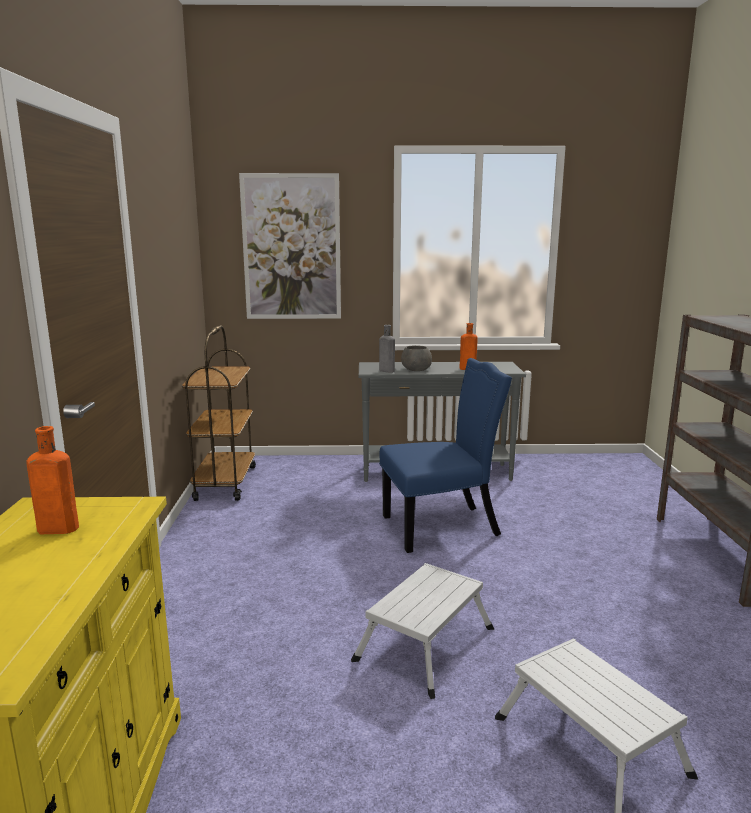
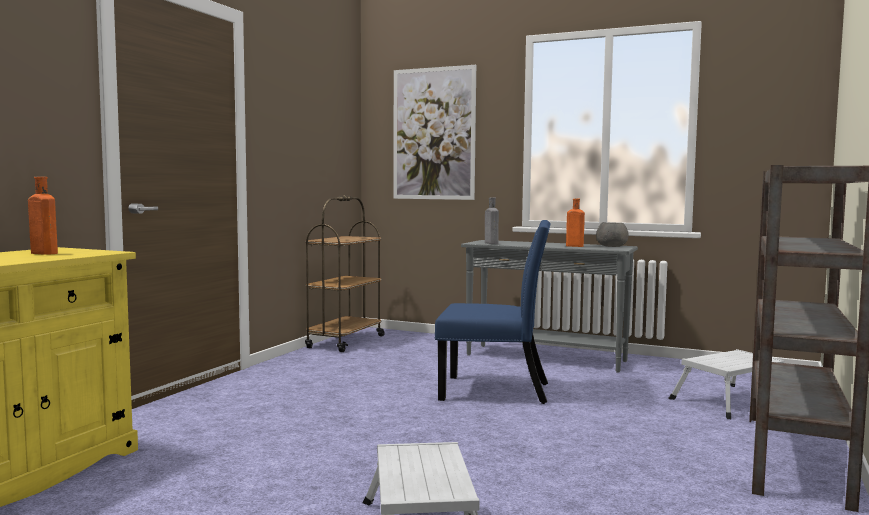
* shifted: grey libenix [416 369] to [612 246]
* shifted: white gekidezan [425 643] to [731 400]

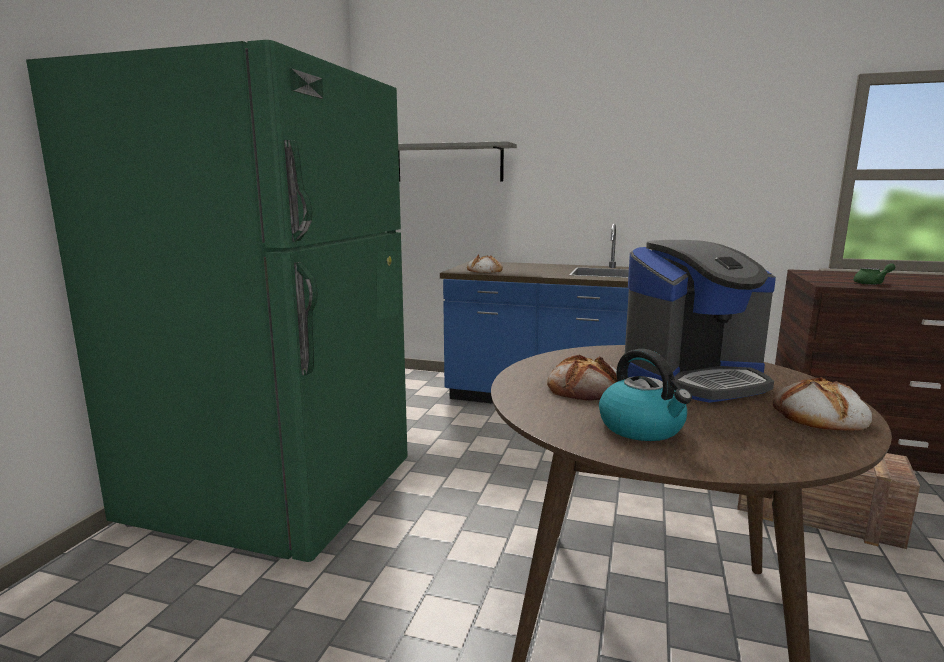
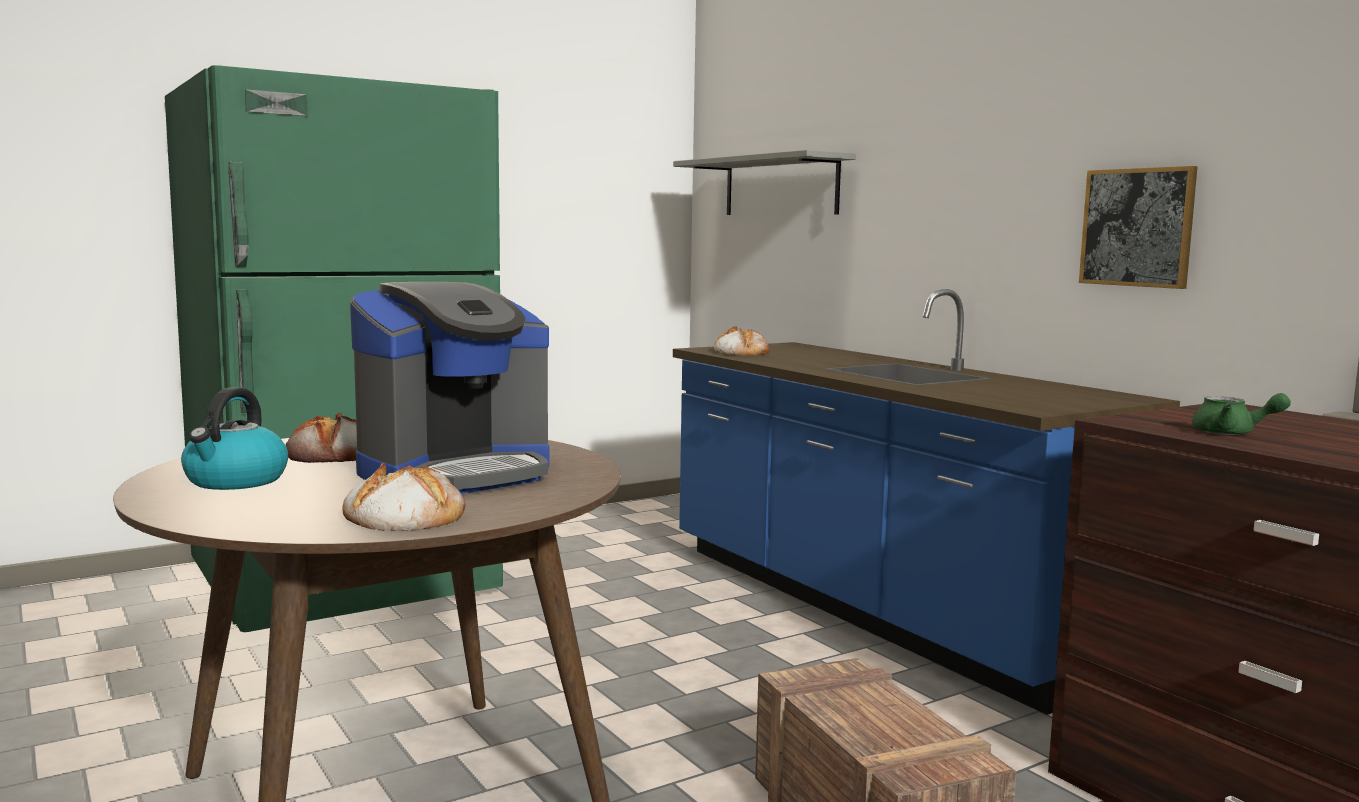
* rotated: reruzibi [693 379] = [456 472] 60 degrees counterclockwise
* new: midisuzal [1137 227]

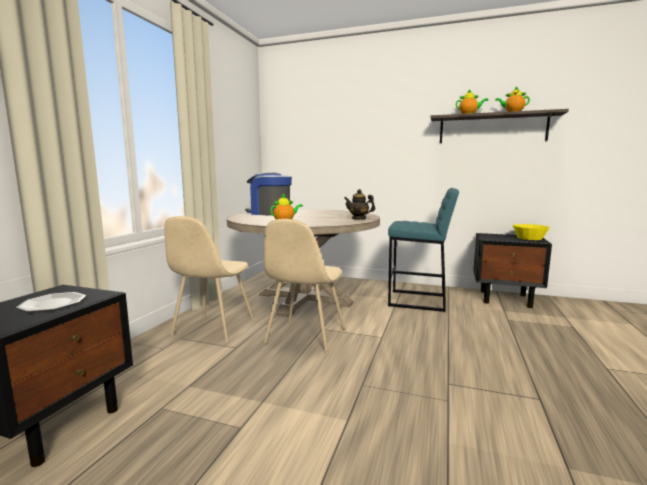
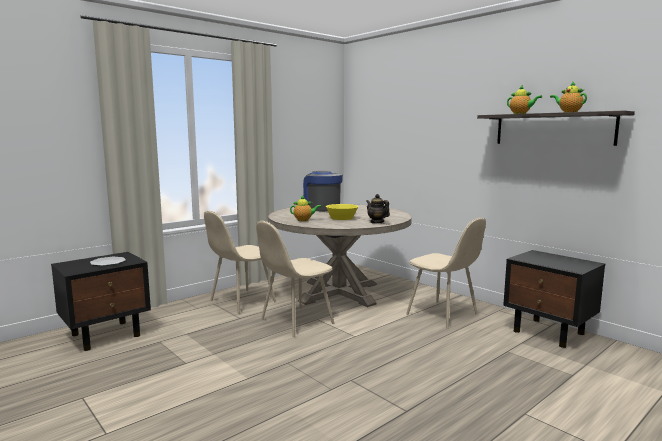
* swapped: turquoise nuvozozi [419 301] to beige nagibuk [443 315]
* shifted: yellow libenix [530 238] to [342 218]

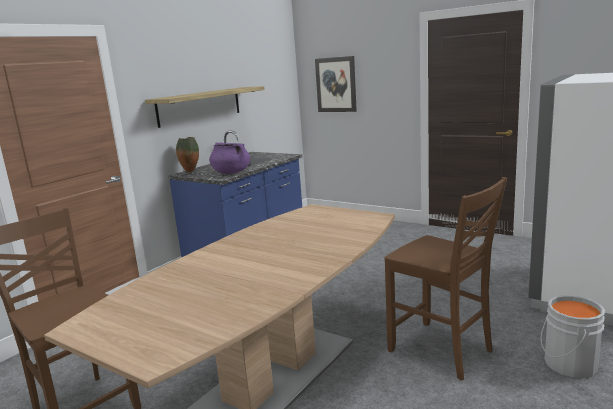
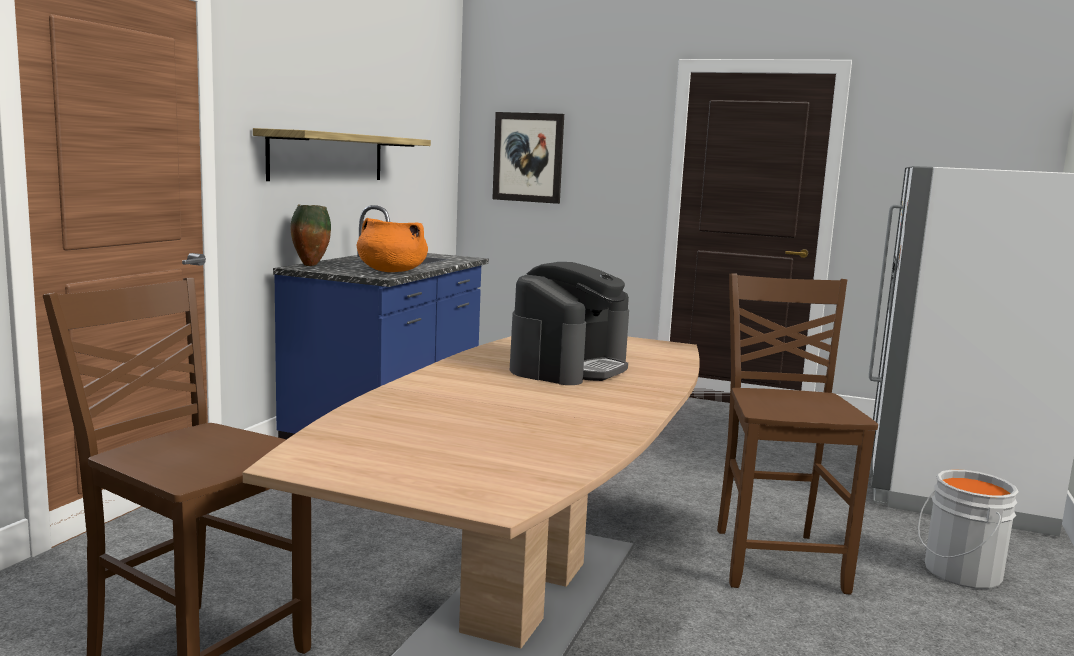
* repainted: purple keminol [231 172] to orange keminol [391 271]
* rotated: brown nagibuk [442 351] = [776 559] 120 degrees counterclockwise
* new: reruzibi [569 367]

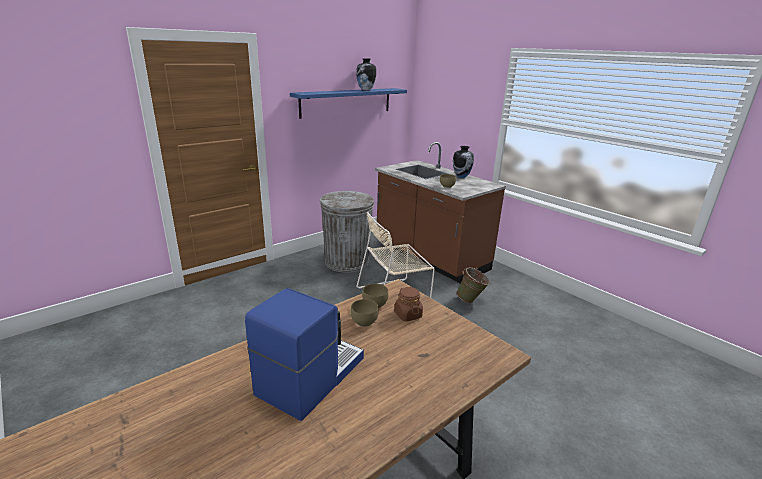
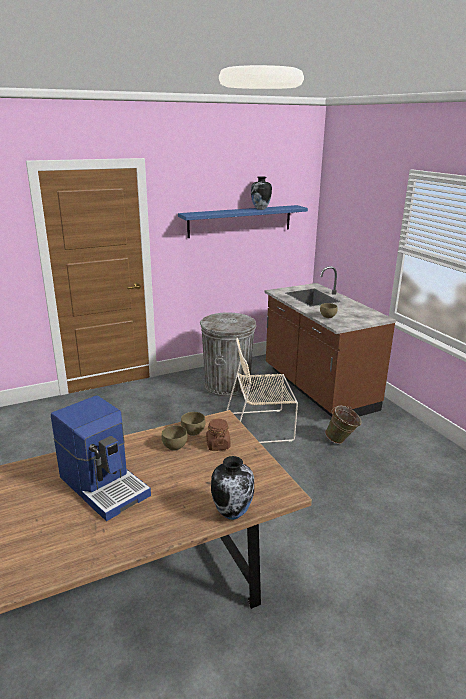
* shifted: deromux [461 176] to [233 513]
* rotated: reruzibi [309 376] = [105 485] 90 degrees clockwise

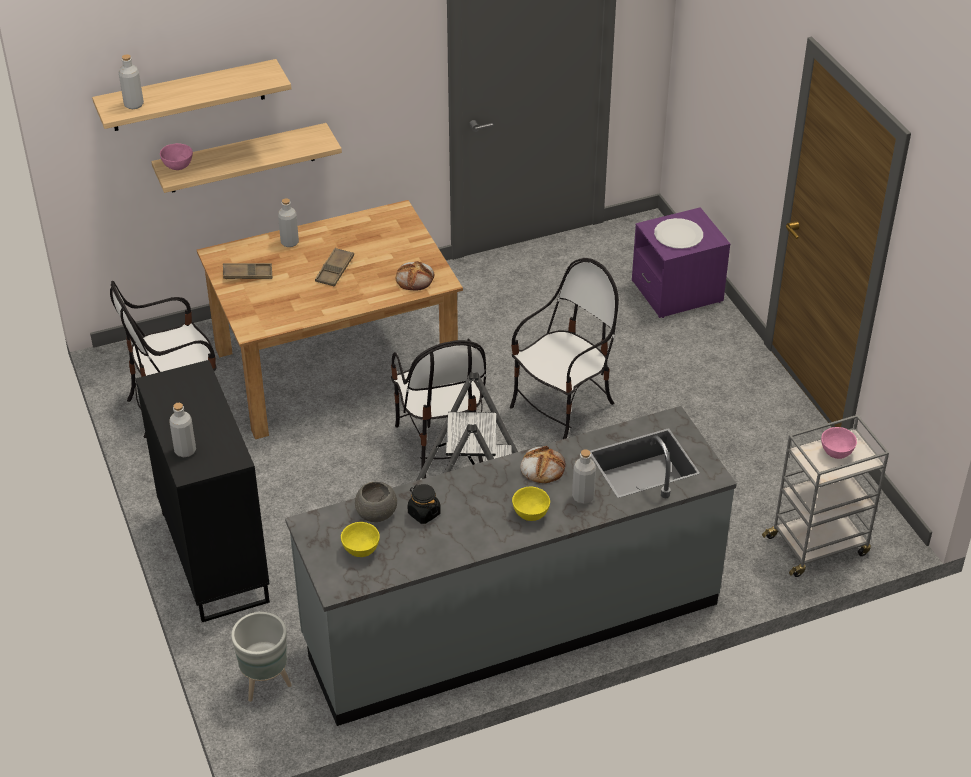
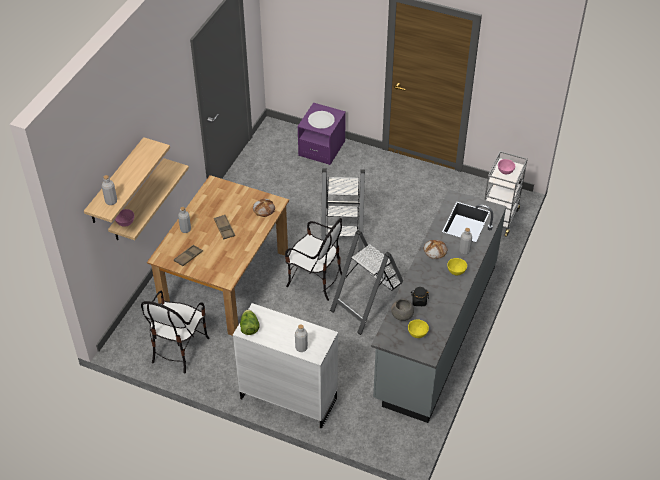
* swapped: nagibuk [563 409] to grey gekidezan [342 230]
* repainted: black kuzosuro [213 556] to white kuzosuro [288 399]
* gone: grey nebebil [265 684]
* new: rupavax [249 327]

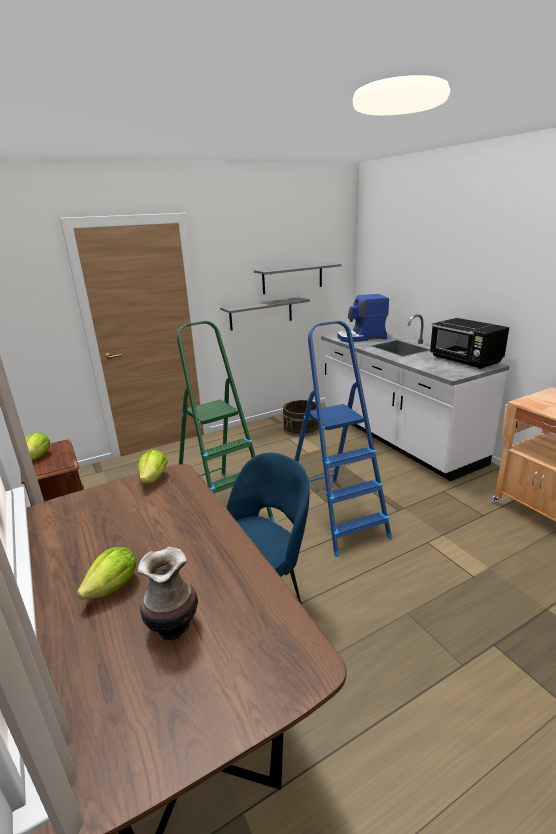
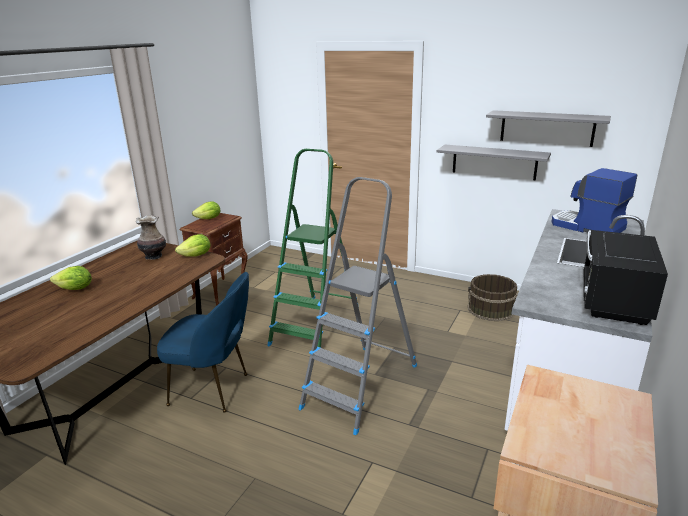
* repainted: blue gekidezan [335 514] to grey gekidezan [360 386]
* shifted: deromux [172 626] to [153 256]

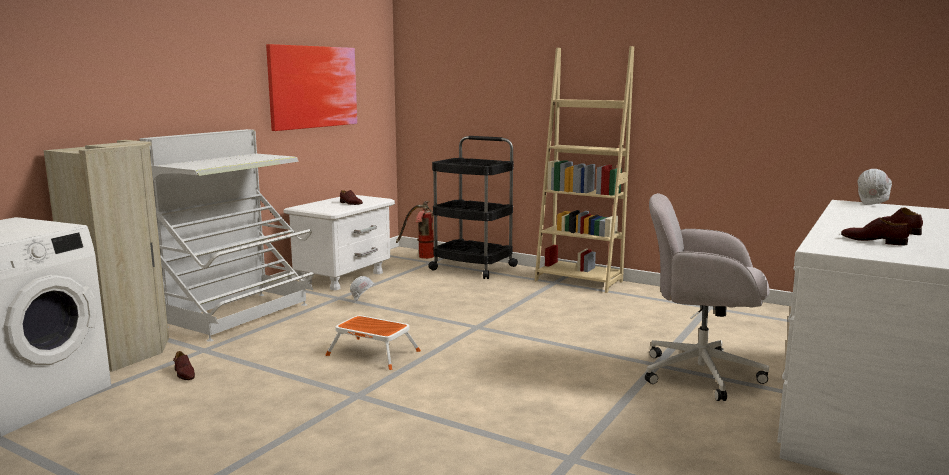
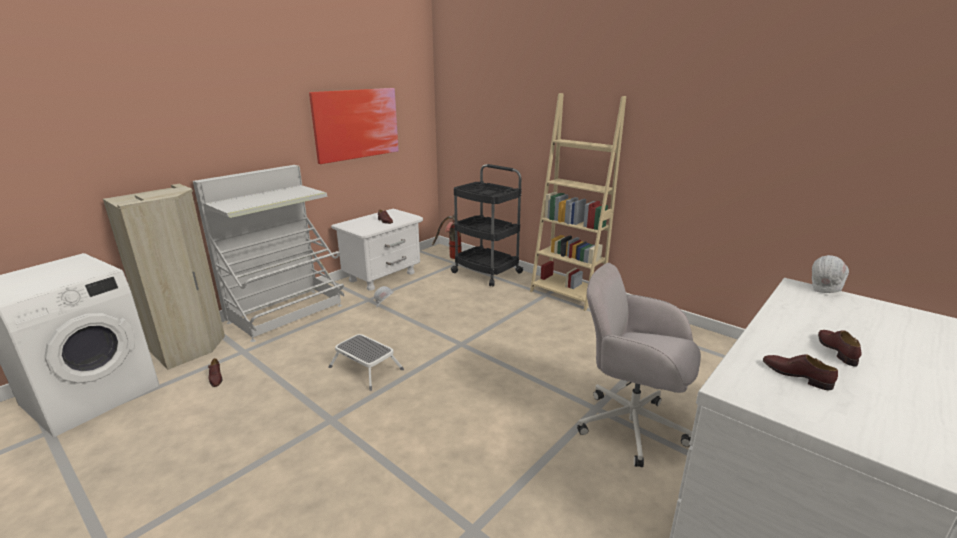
* repainted: orange gekidezan [373 353] to grey gekidezan [365 368]

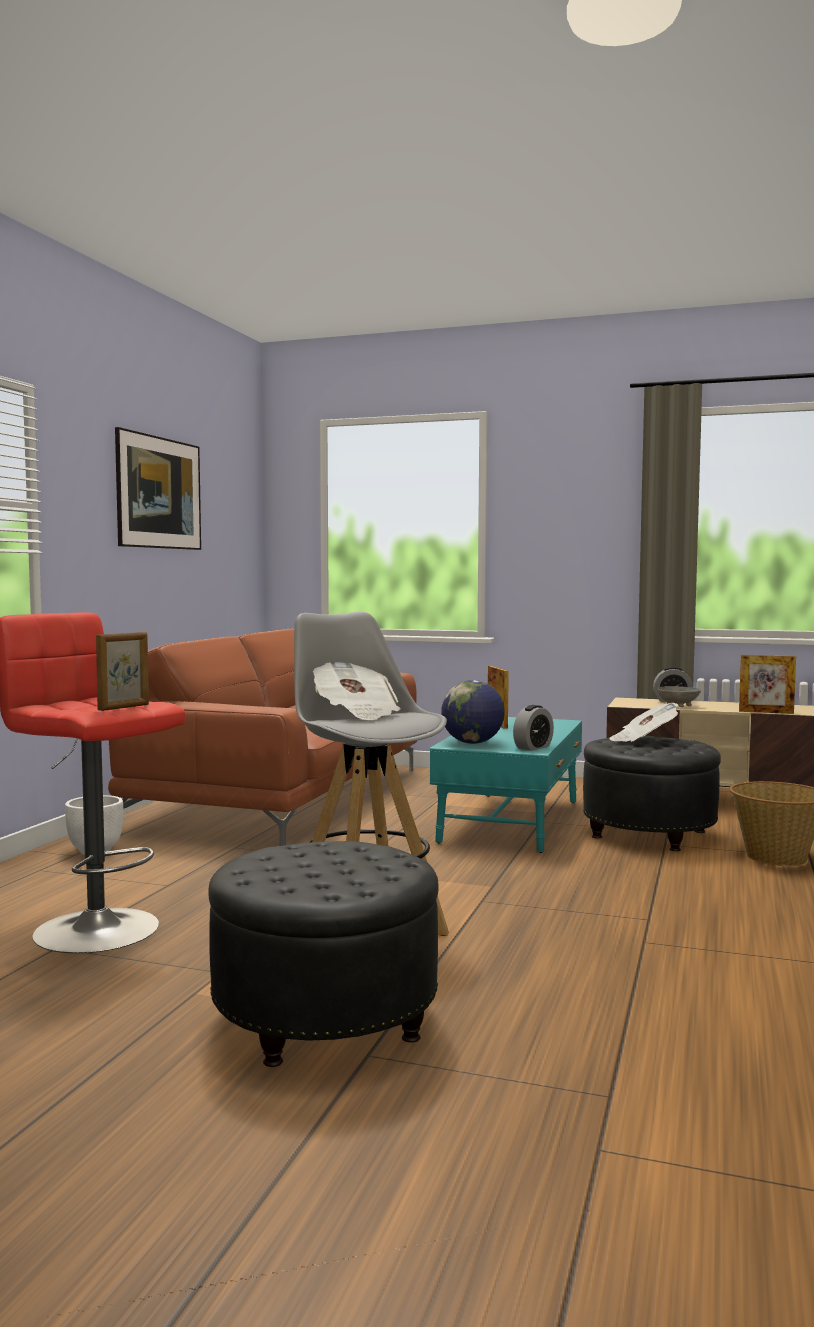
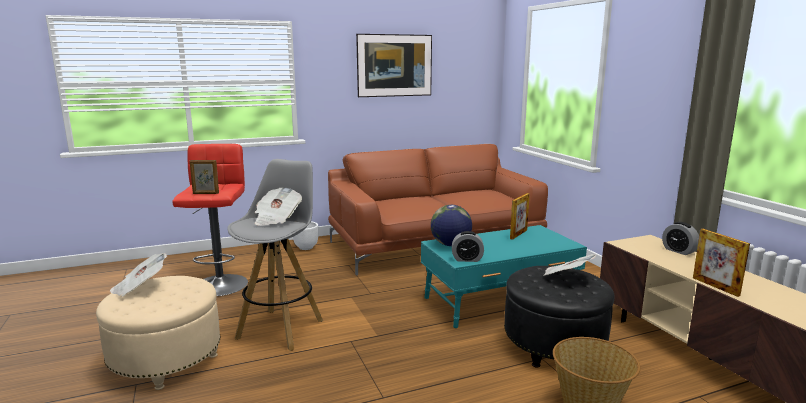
* gone: grey libenix [677 706]
* repainted: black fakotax [325 1019] to beige fakotax [166 361]
* new: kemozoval [140 288]

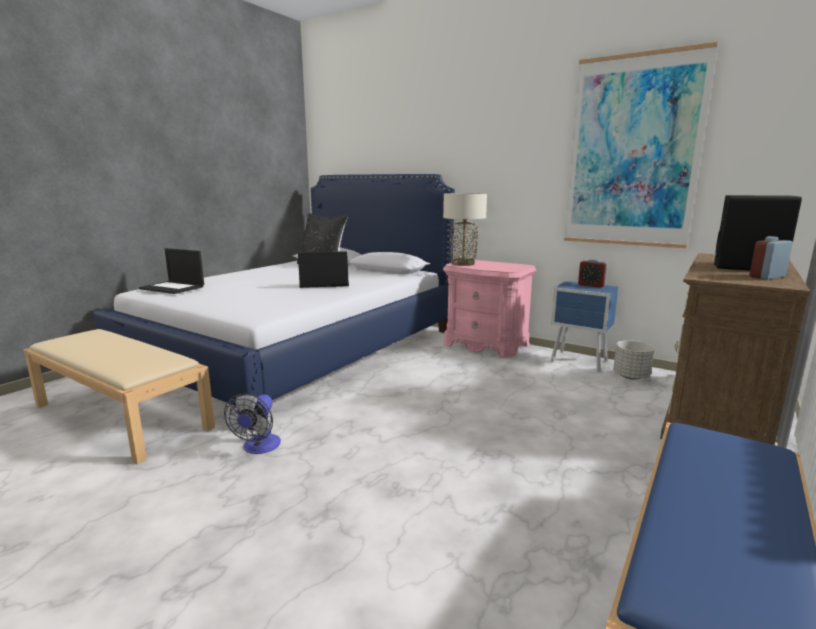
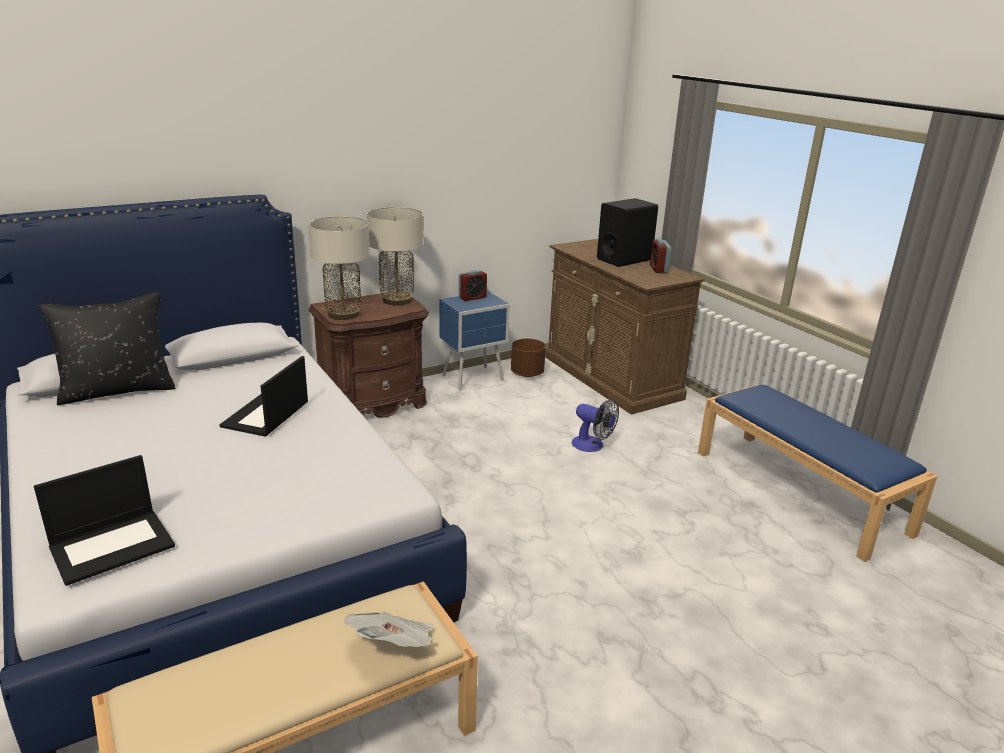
* gone: midisuzal [632 152]
* repainted: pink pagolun [484 345] to brown pagolun [375 403]
* repainted: grey nebebil [631 376] to brown nebebil [527 374]
* shifted: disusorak [259 448] to [592 446]
* new: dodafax [397 300]
* new: kemozoval [394 646]

